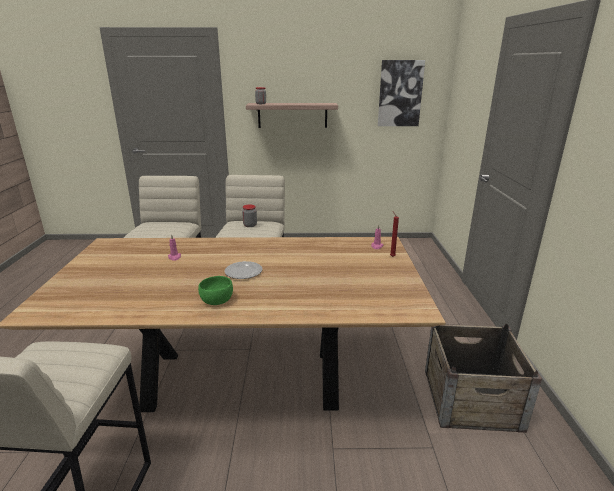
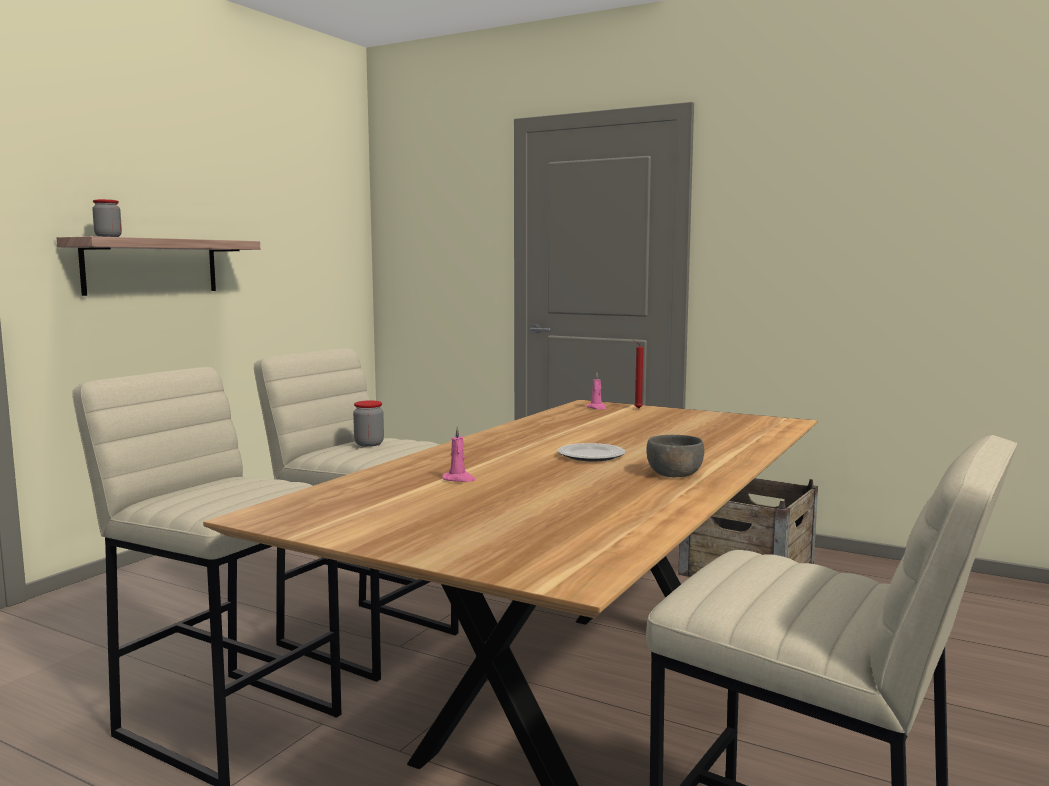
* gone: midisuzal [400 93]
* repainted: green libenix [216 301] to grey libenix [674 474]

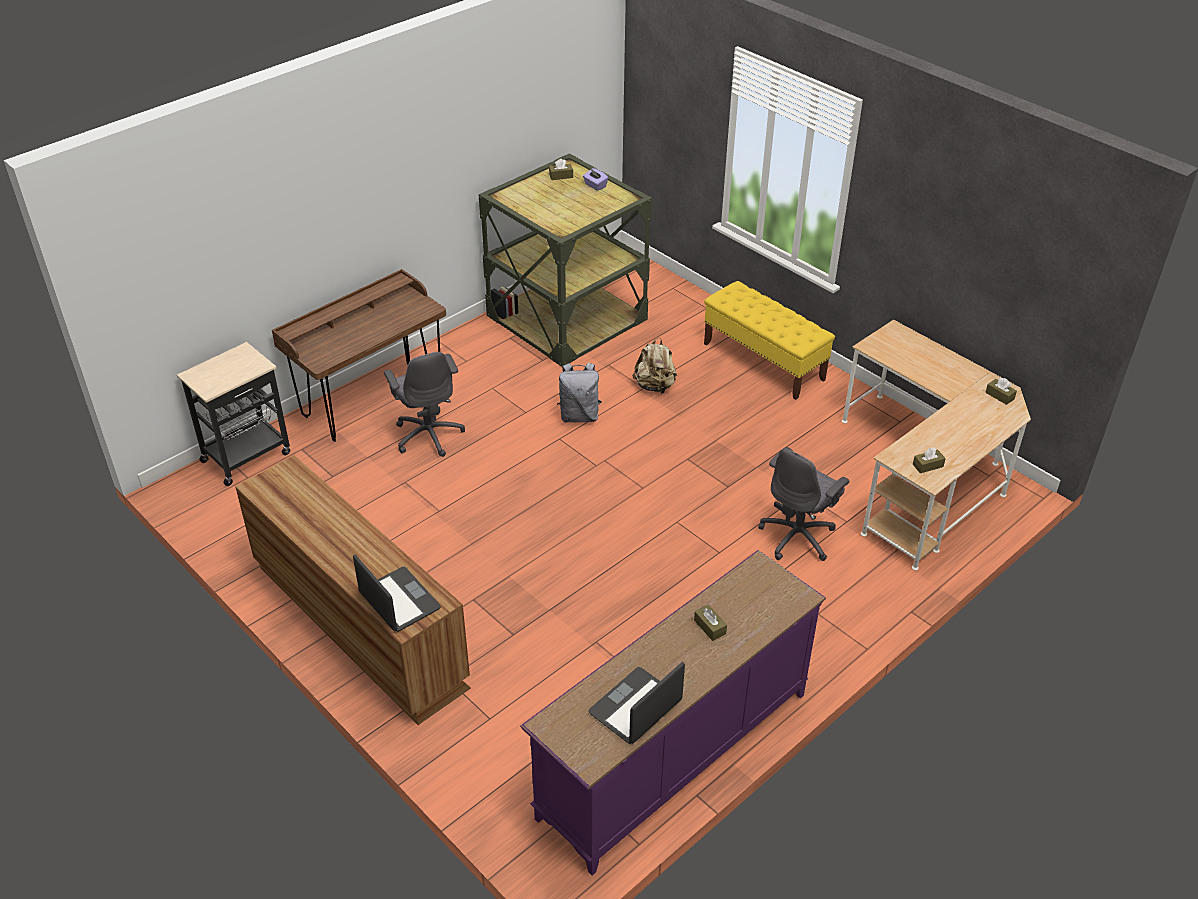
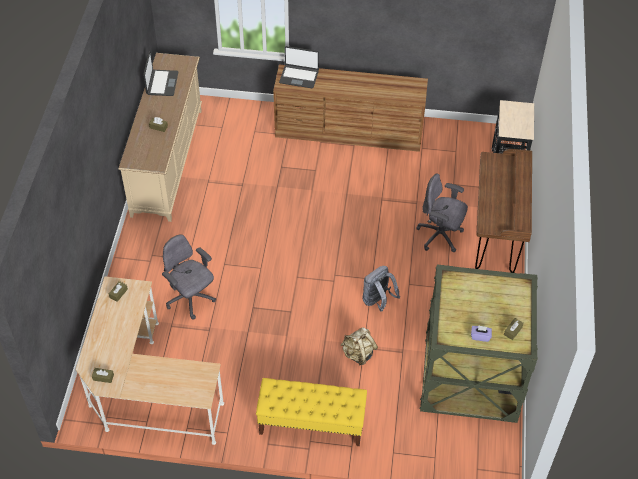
* rotated: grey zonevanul [798 536] = [190 299] 45 degrees counterclockwise
* repainted: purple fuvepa [673 753] to beige fuvepa [168 162]

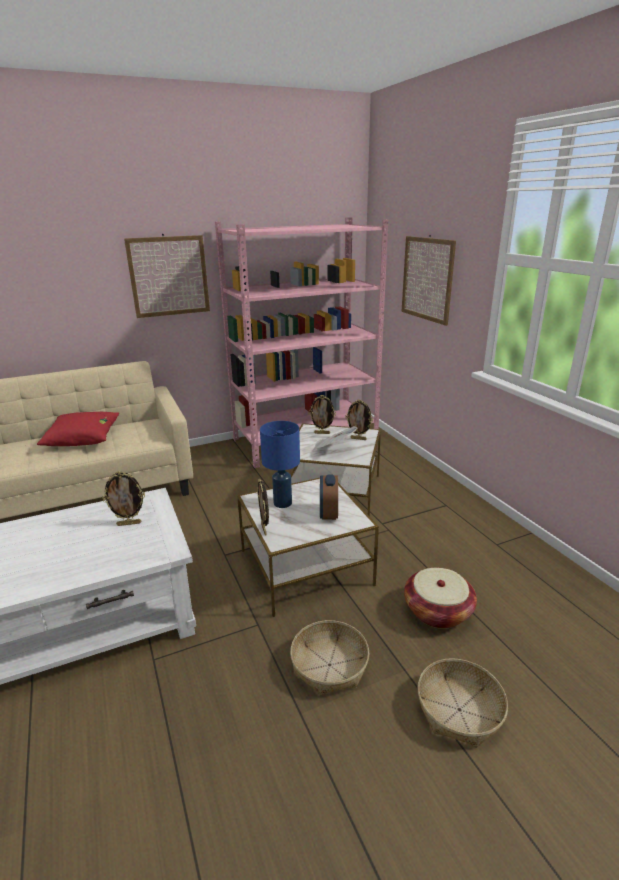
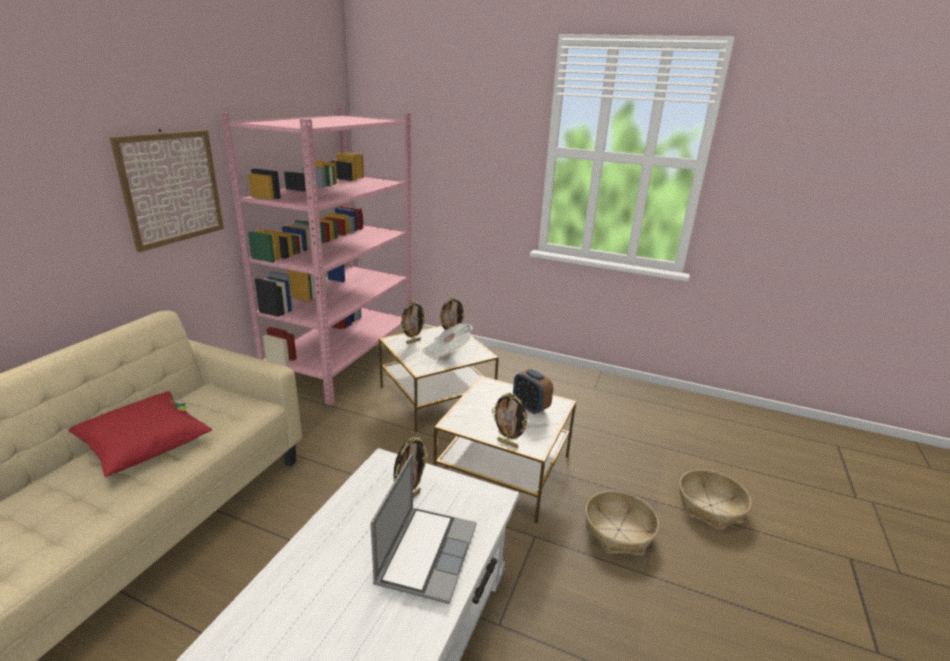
* gone: midisuzal [427 277]
* gone: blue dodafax [282 503]
* gone: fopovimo [437 611]
* new: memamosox [426 553]

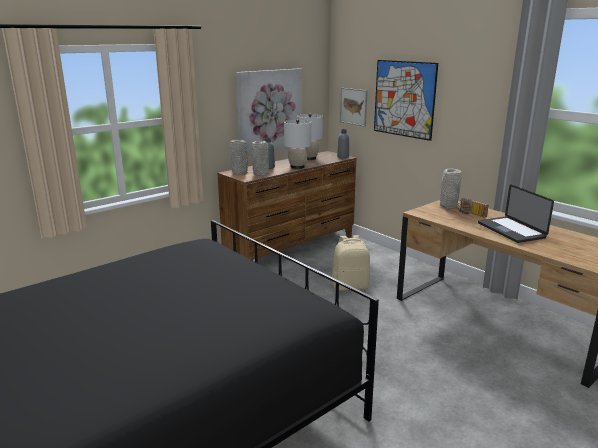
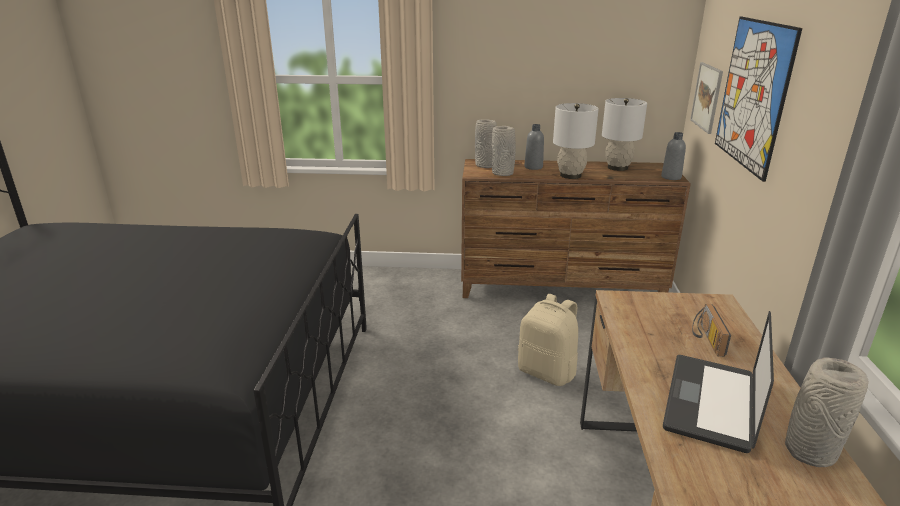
* gone: midisuzal [269 111]
* shifted: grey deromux [447 206] to [808 451]

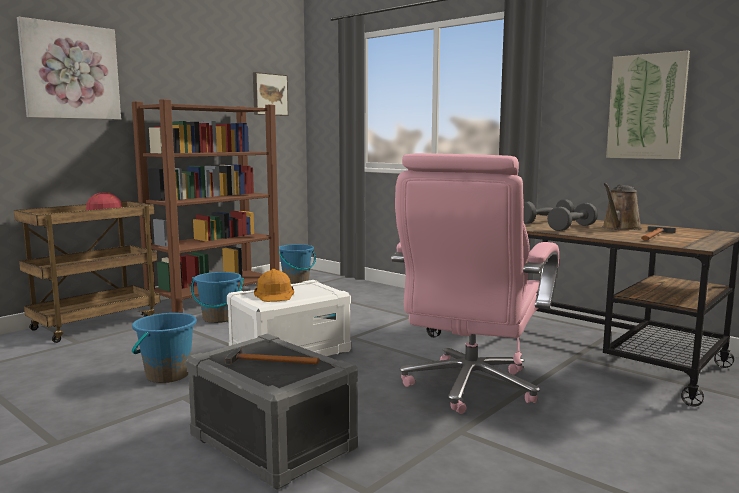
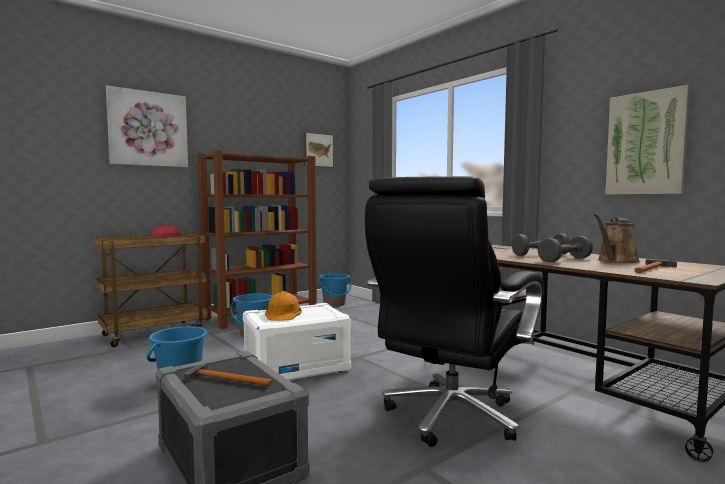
* repainted: pink zonevanul [468 390] to black zonevanul [448 420]

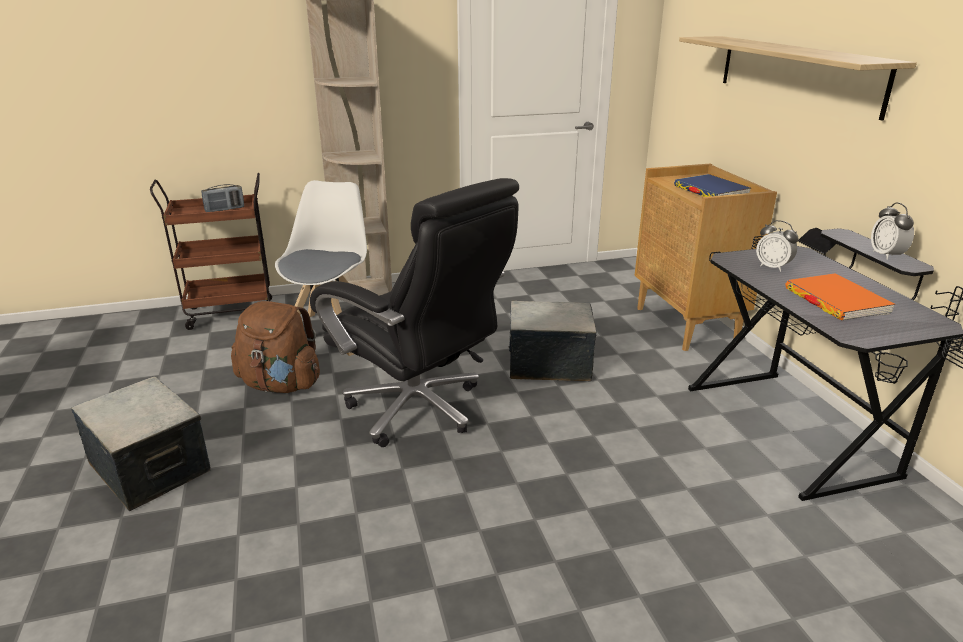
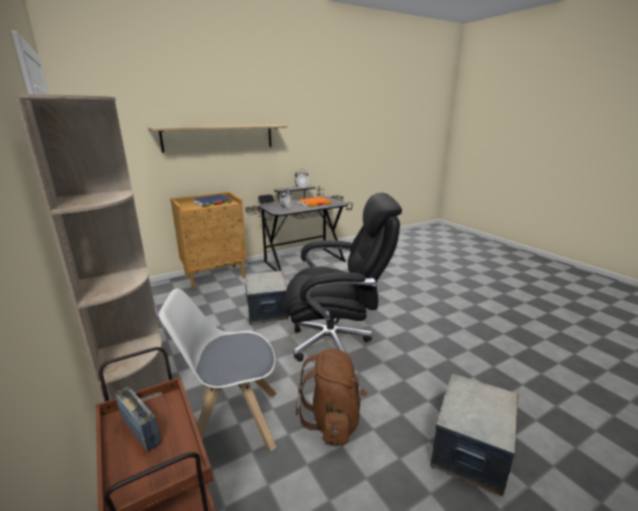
* rotated: black zonevanul [421 412] = [335 343] 60 degrees clockwise

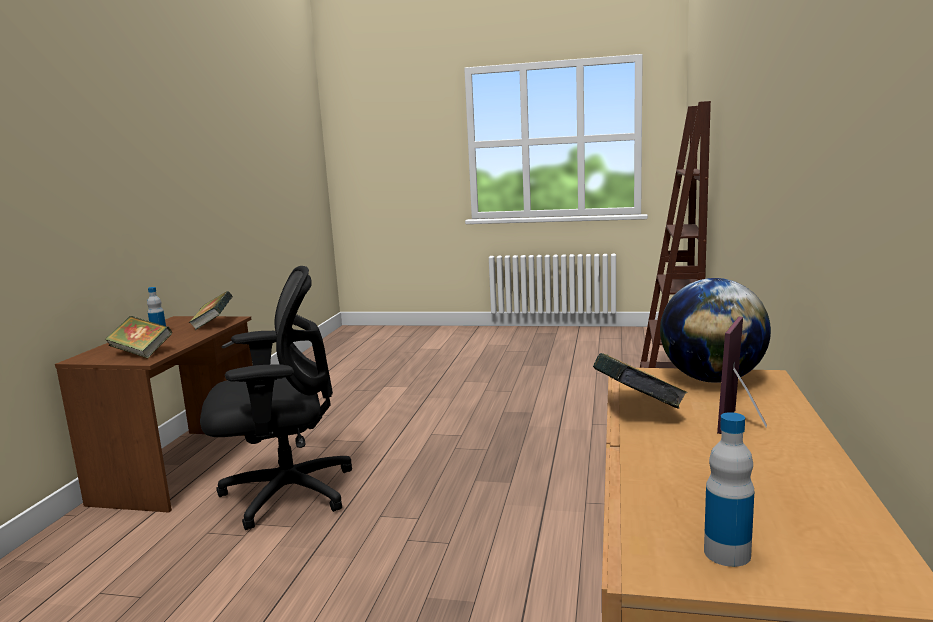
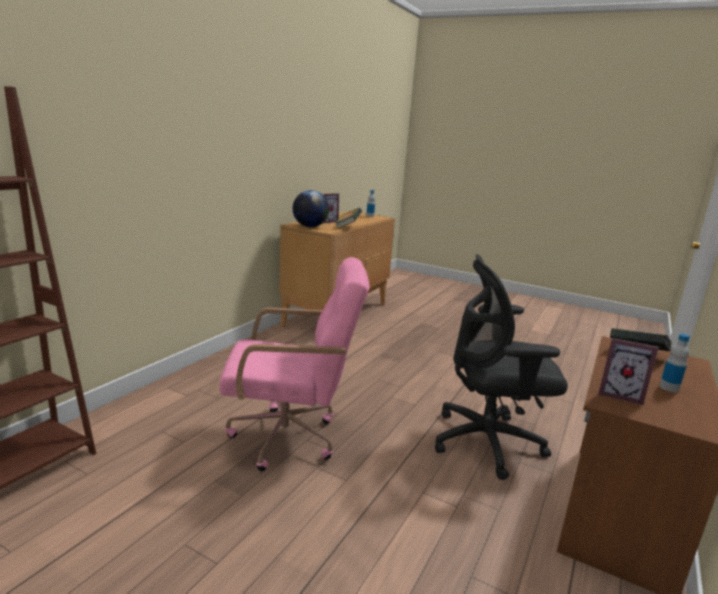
* swapped: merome [213 324] to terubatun [619 394]
* new: pink zonevanul [291 439]

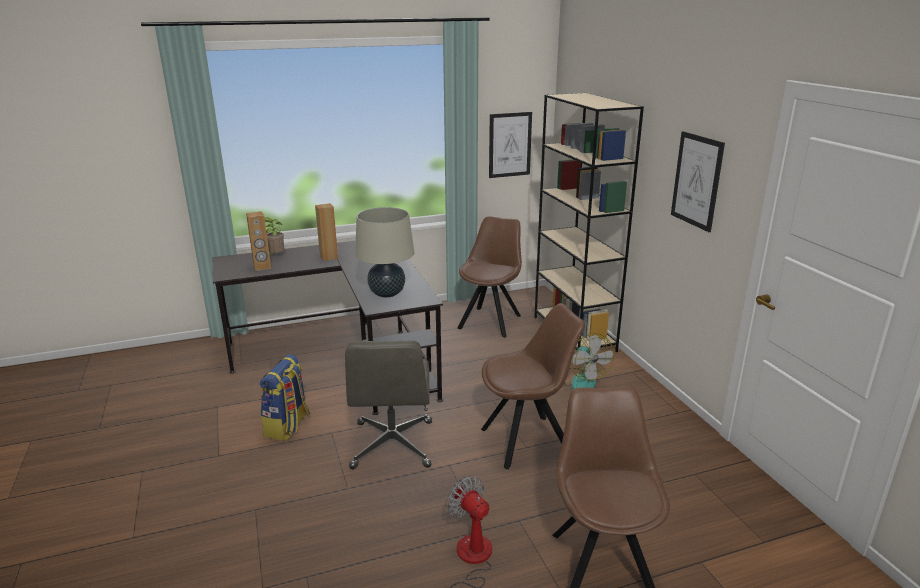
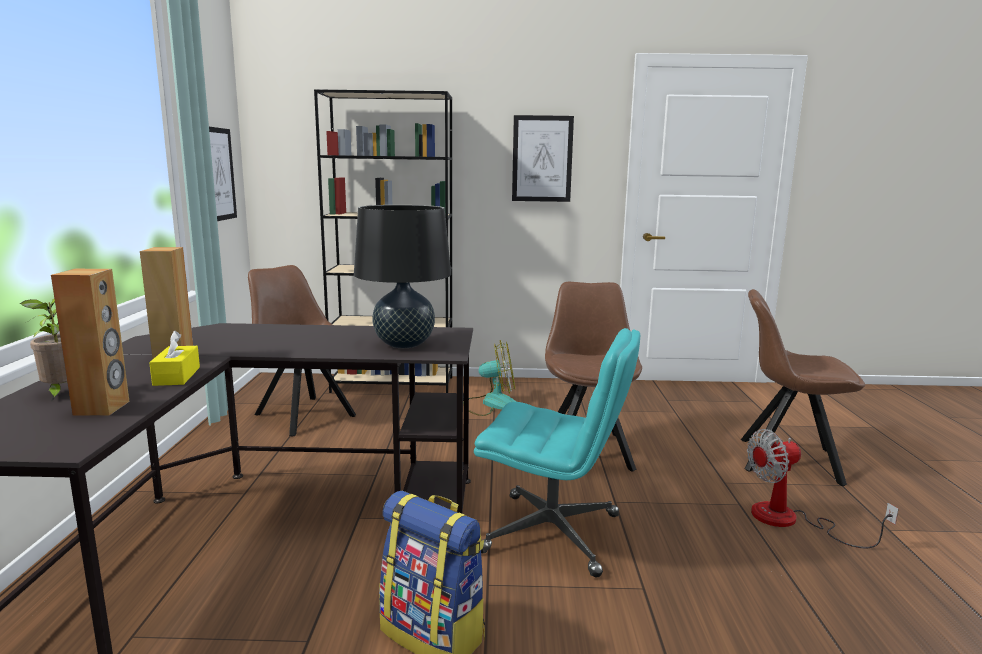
* repainted: beige dodafax [387 294] to black dodafax [404 344]
* repainted: grey zonevanul [393 445] to turquoise zonevanul [553 533]
* new: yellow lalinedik [177 376]

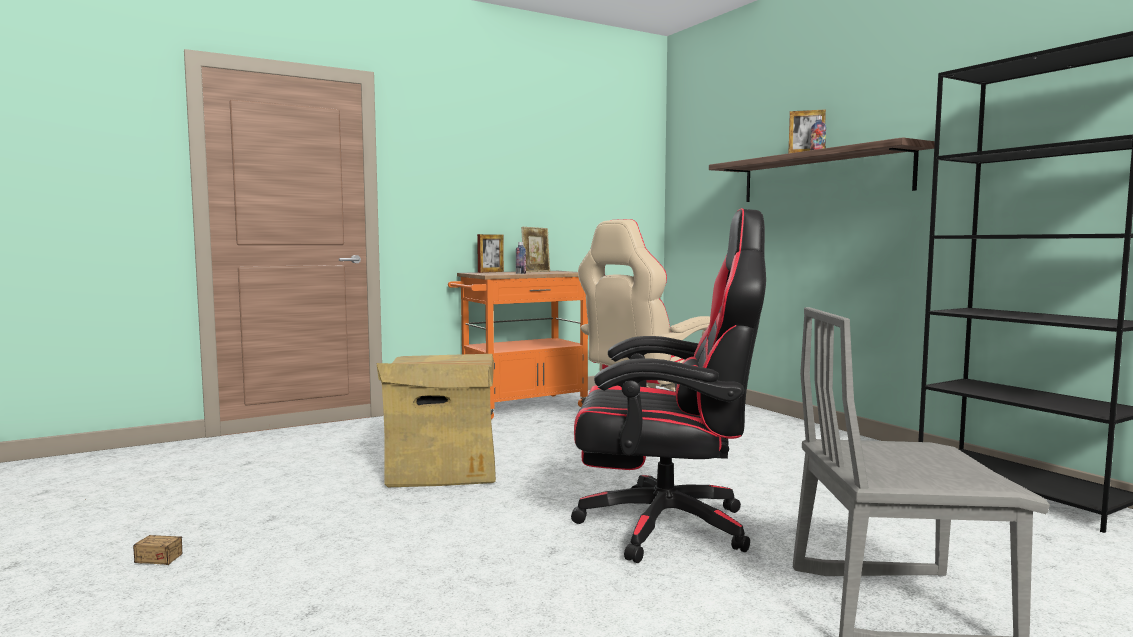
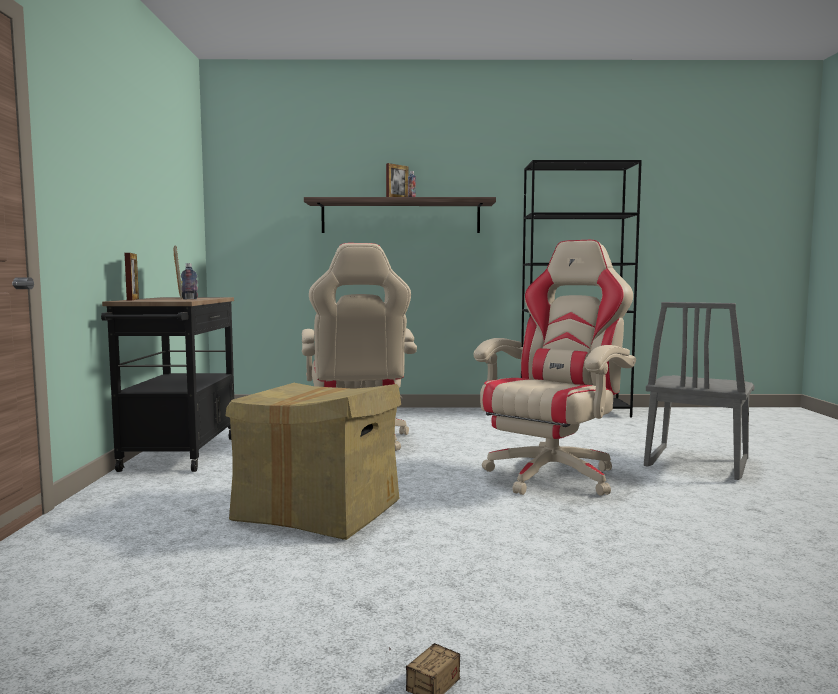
* repainted: black zonevanul [664 526] to beige zonevanul [551 476]
* repainted: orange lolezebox [520 407] to black lolezebox [179 455]

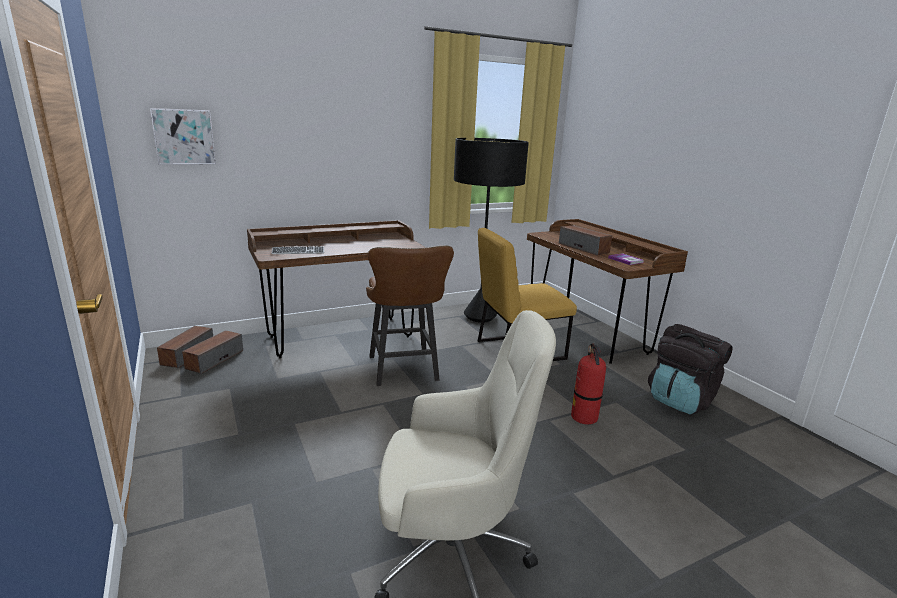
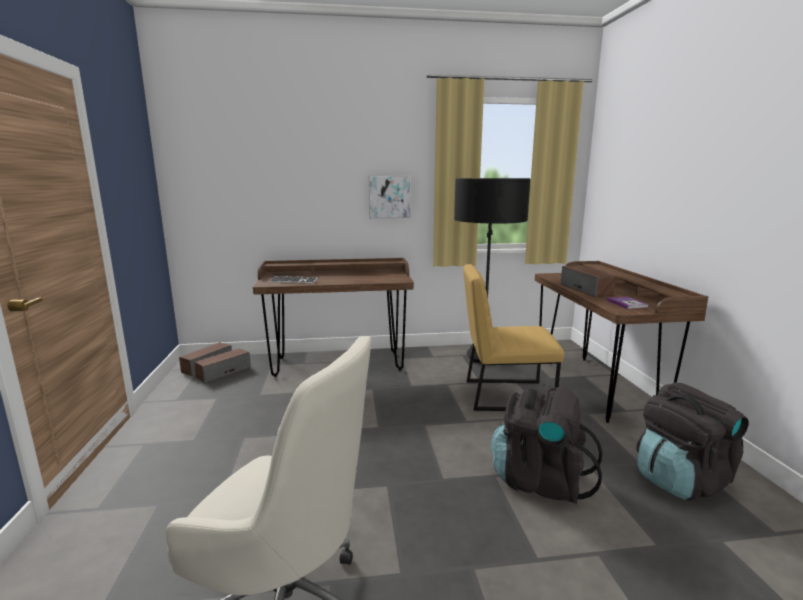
* shifted: midisuzal [184 137] to [389 196]
* gone: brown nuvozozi [404 373]
* swapped: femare [584 418] to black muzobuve [539 480]

